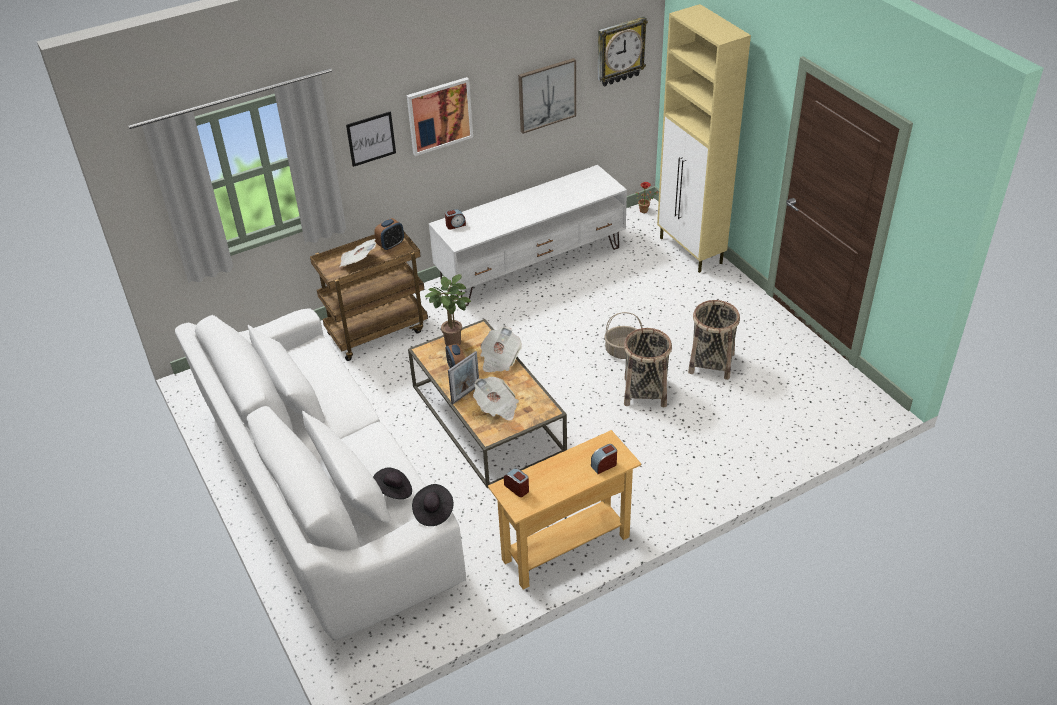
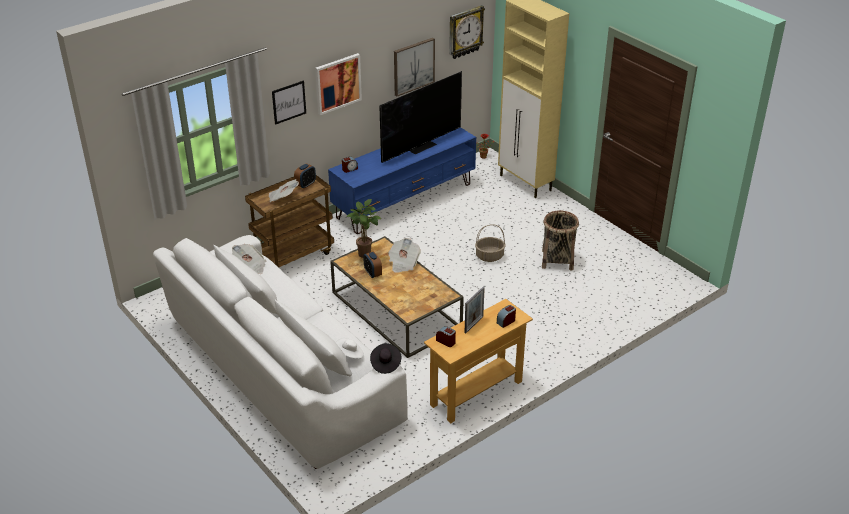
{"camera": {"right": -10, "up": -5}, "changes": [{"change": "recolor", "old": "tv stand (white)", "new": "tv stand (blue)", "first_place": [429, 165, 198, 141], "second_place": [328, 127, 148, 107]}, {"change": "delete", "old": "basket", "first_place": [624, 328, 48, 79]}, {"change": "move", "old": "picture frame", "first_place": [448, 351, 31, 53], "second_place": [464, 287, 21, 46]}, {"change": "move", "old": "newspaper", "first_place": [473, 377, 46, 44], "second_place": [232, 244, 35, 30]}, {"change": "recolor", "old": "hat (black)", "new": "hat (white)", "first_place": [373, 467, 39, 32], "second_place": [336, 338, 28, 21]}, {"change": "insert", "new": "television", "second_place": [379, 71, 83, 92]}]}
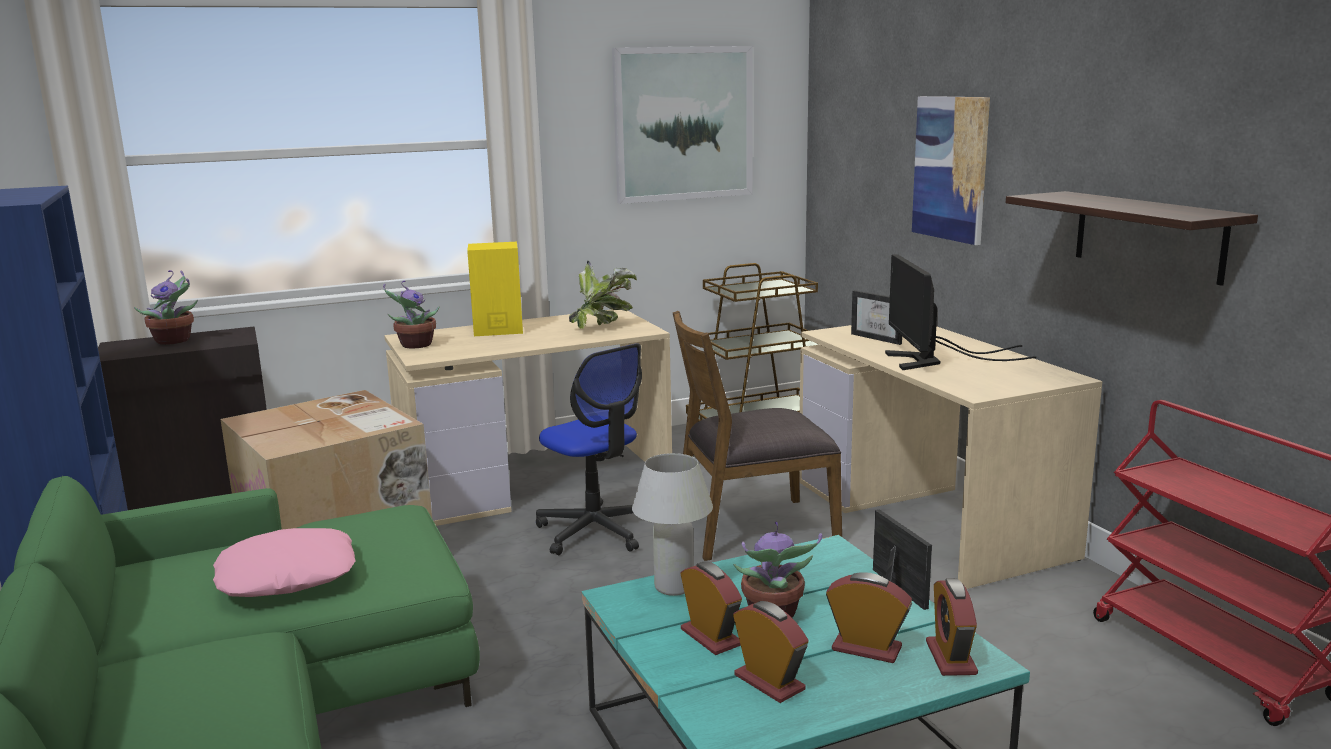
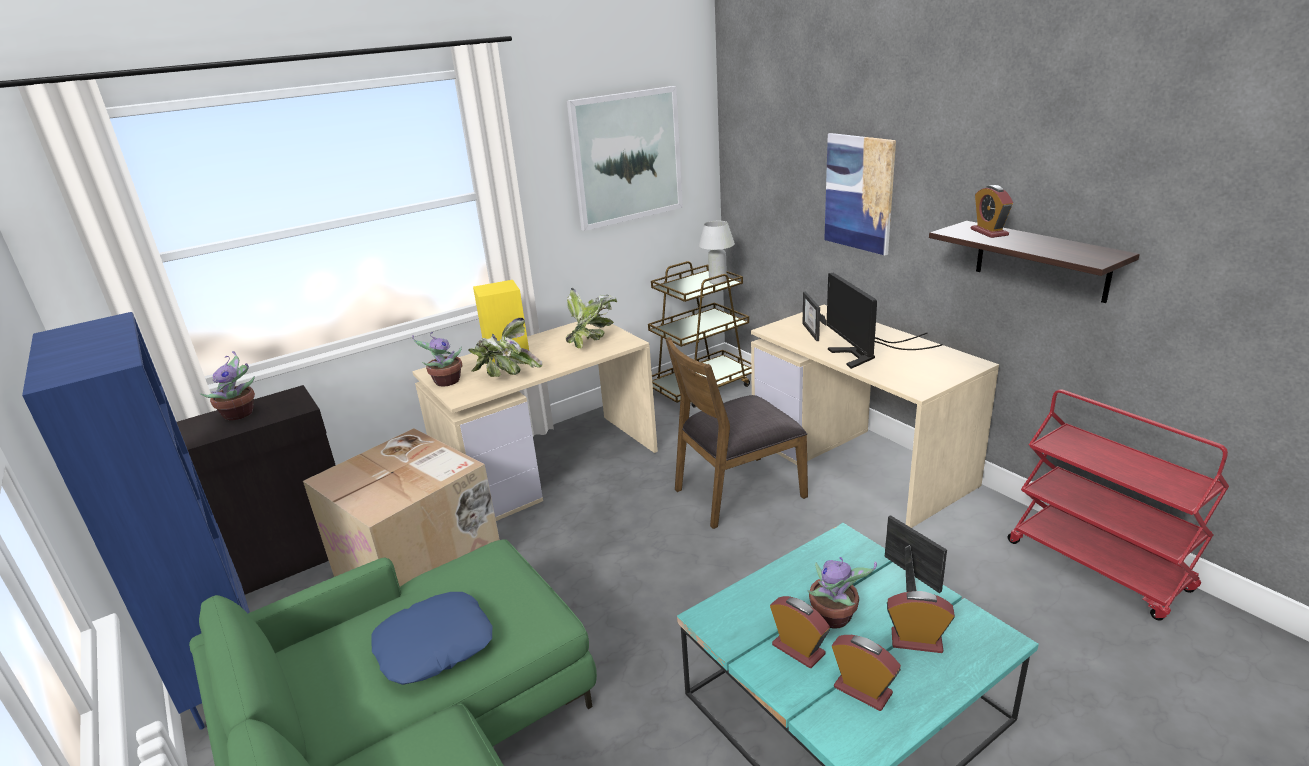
{"camera": {"right": -10, "up": 10}, "changes": [{"change": "rotate", "old": "picture frame", "first_place": [851, 290, 51, 55], "second_place": [803, 292, 23, 49], "degrees": 45}, {"change": "delete", "old": "office chair", "first_place": [536, 343, 106, 212]}, {"change": "move", "old": "table lamp (white)", "first_place": [632, 453, 81, 143], "second_place": [699, 221, 36, 63]}, {"change": "recolor", "old": "pillow (pink)", "new": "pillow (blue)", "first_place": [213, 528, 142, 69], "second_place": [372, 592, 120, 93]}, {"change": "move", "old": "alarm clock", "first_place": [926, 578, 52, 98], "second_place": [971, 185, 42, 53]}, {"change": "insert", "new": "potted plant", "second_place": [469, 317, 74, 60]}]}
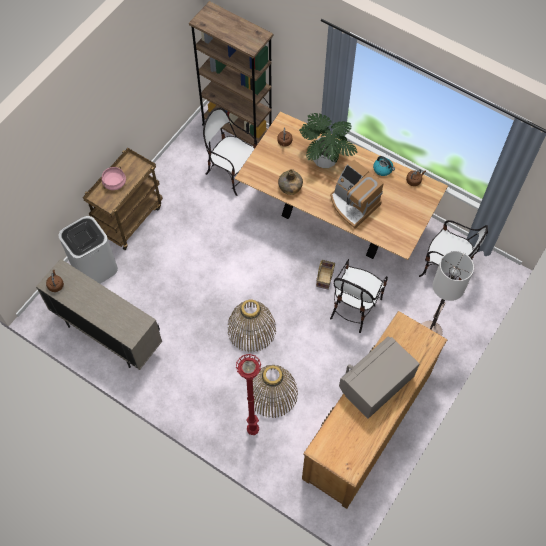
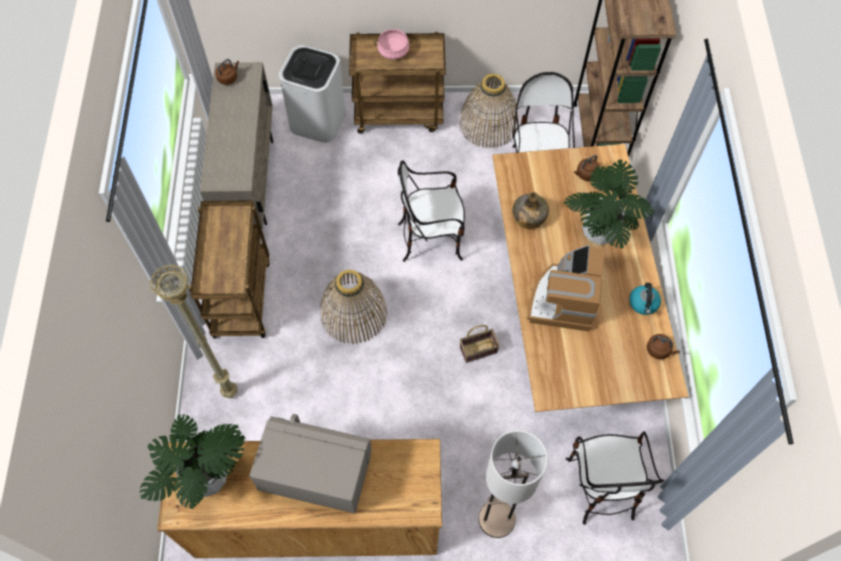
{"camera": {"right": 55, "up": 0}, "changes": [{"change": "move", "old": "chair", "first_place": [330, 259, 58, 74], "second_place": [398, 160, 67, 102]}, {"change": "recolor", "old": "floor lamp (red)", "new": "floor lamp (beige)", "first_place": [236, 354, 26, 81], "second_place": [150, 264, 87, 134]}, {"change": "move", "old": "basket", "first_place": [247, 364, 51, 54], "second_place": [459, 74, 60, 75]}, {"change": "insert", "new": "cart (brown)", "second_place": [188, 200, 81, 139]}, {"change": "insert", "new": "potted plant", "second_place": [140, 414, 106, 95]}]}
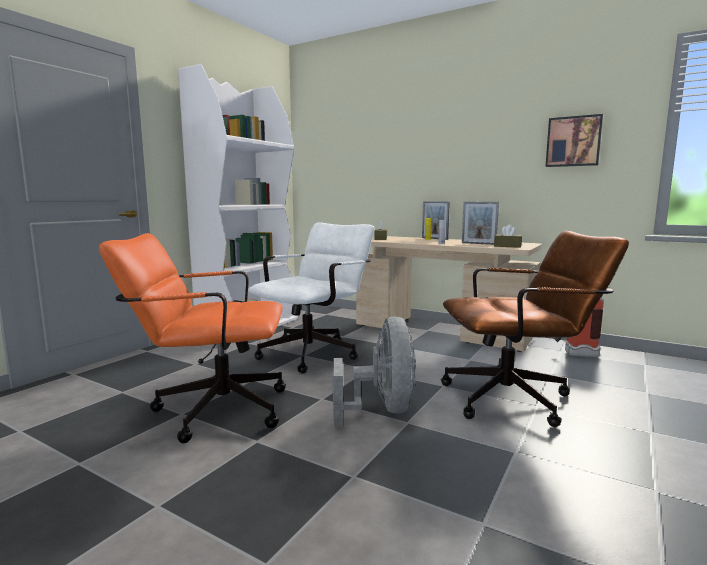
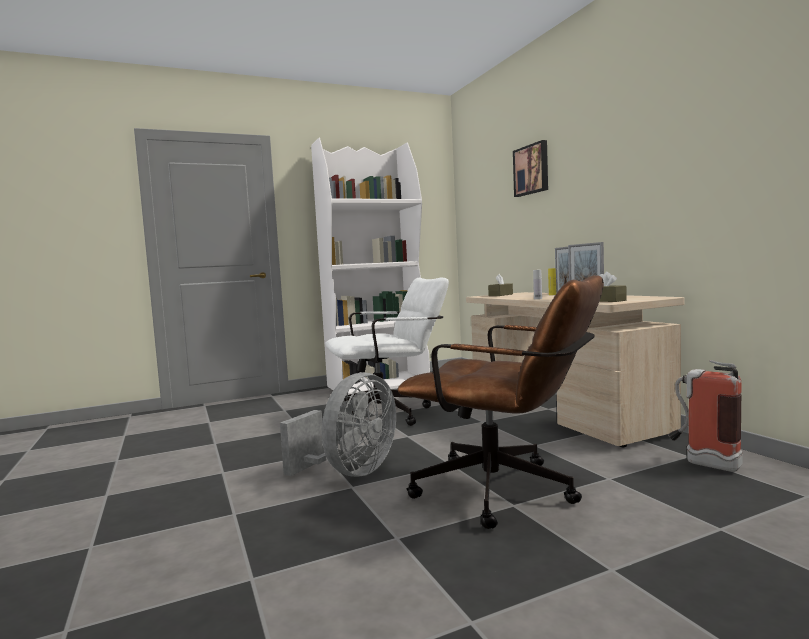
{"camera": {"right": 35, "up": -5}, "changes": [{"change": "move", "old": "picture", "first_place": [545, 114, 58, 53], "second_place": [513, 140, 35, 57]}, {"change": "delete", "old": "office chair (orange)", "first_place": [99, 233, 187, 210]}]}
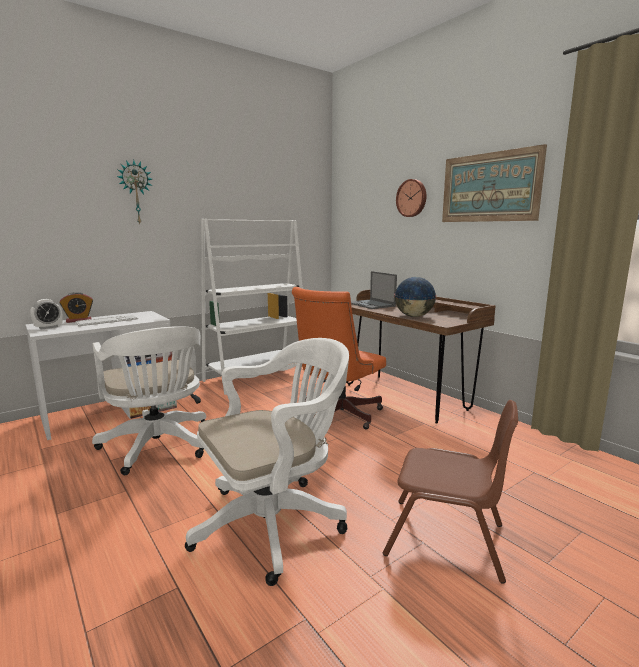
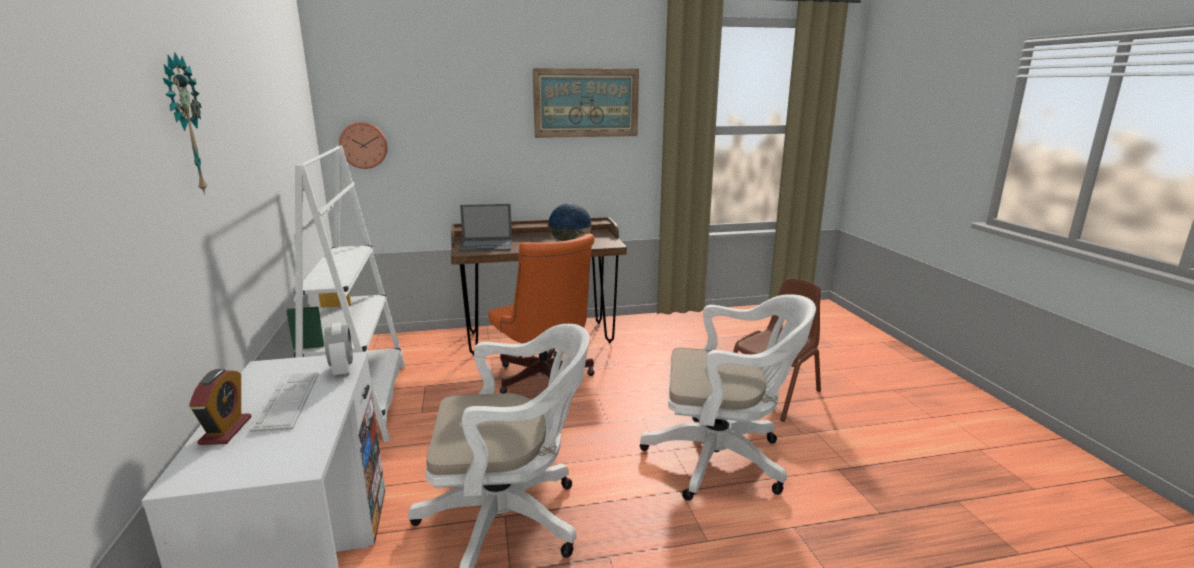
{"camera": {"right": -65, "up": 5}, "changes": [{"change": "move", "old": "wall clock", "first_place": [396, 179, 31, 38], "second_place": [339, 122, 49, 47]}, {"change": "move", "old": "alarm clock", "first_place": [30, 299, 33, 31], "second_place": [324, 323, 29, 55]}, {"change": "rotate", "old": "office chair (white)", "first_place": [185, 338, 164, 248], "second_place": [640, 294, 176, 207], "degrees": 105}]}
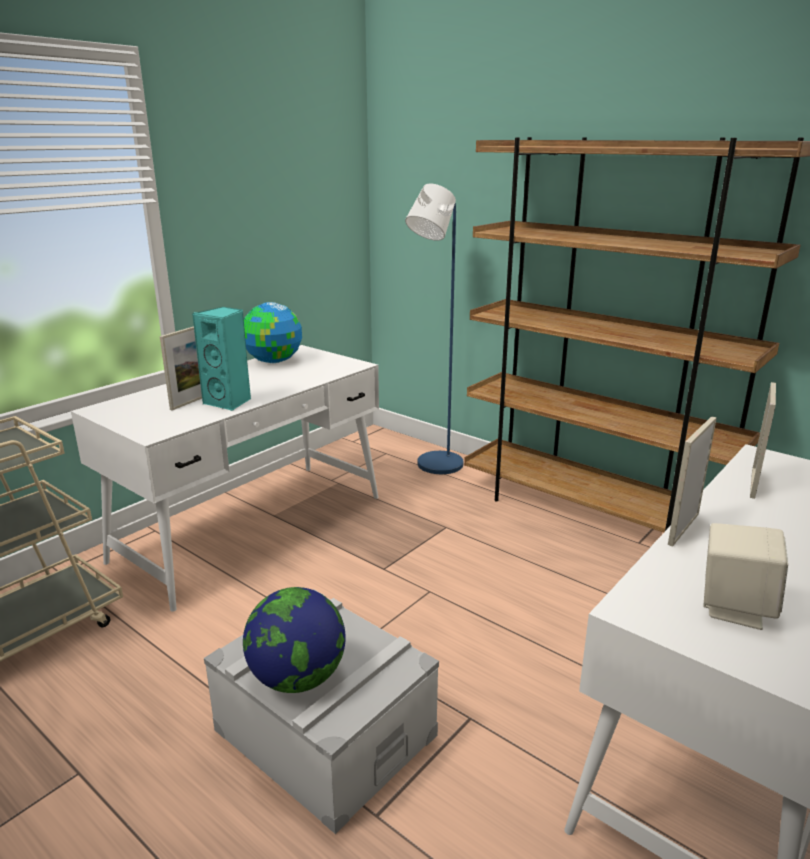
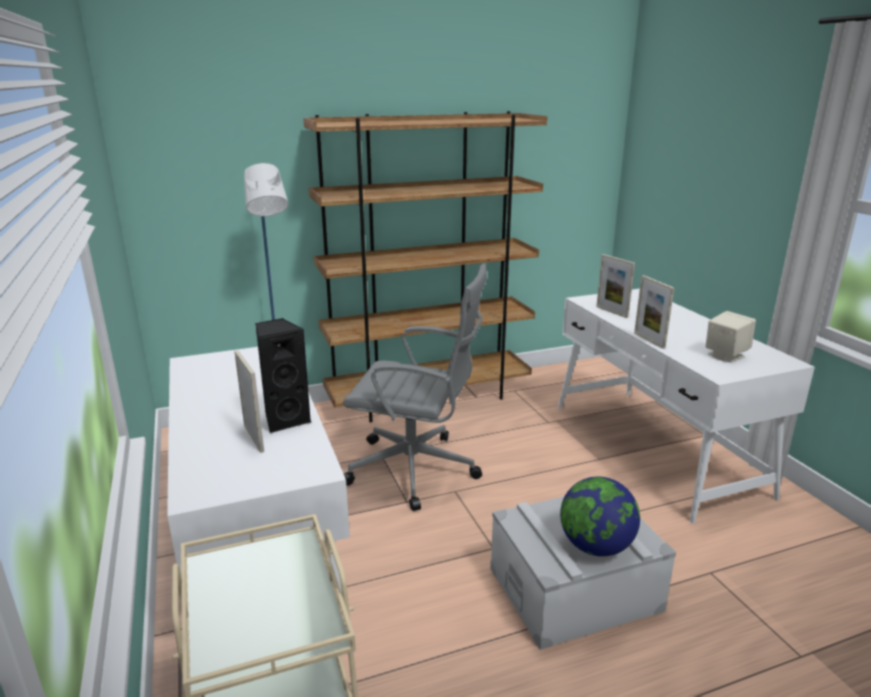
{"camera": {"right": -60, "up": 0}, "changes": [{"change": "delete", "old": "globe", "first_place": [244, 302, 58, 61]}, {"change": "recolor", "old": "speaker (turquoise)", "new": "speaker (black)", "first_place": [192, 307, 59, 104], "second_place": [255, 318, 57, 115]}, {"change": "insert", "new": "office chair (grey)", "second_place": [343, 264, 144, 247]}]}
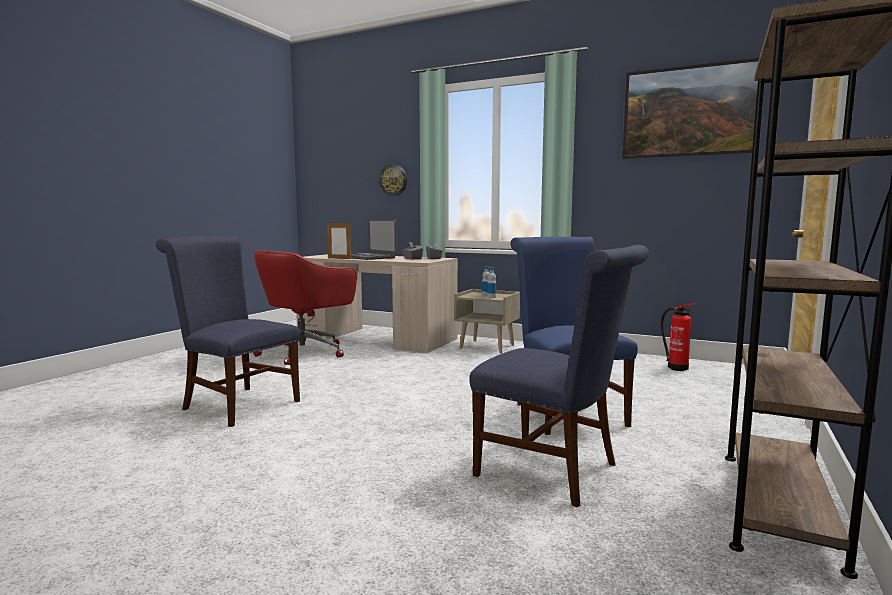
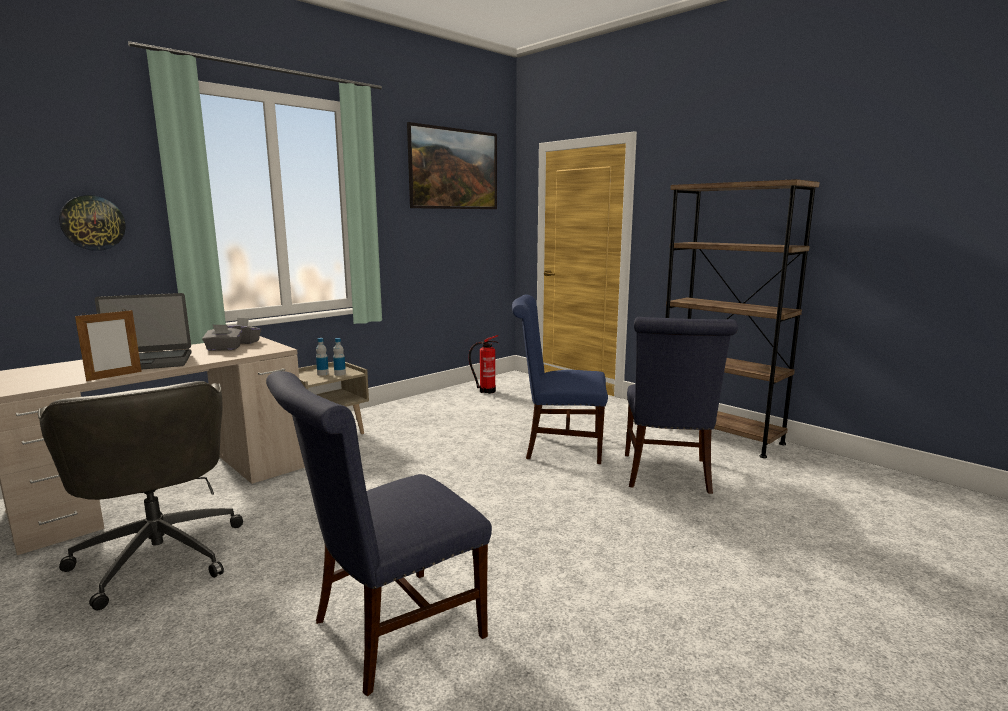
{"camera": {"right": -70, "up": 5}, "changes": [{"change": "rotate", "old": "chair (blue)", "first_place": [469, 245, 180, 263], "second_place": [625, 317, 113, 177], "degrees": 135}, {"change": "recolor", "old": "office chair (red)", "new": "office chair (grey)", "first_place": [253, 250, 104, 115], "second_place": [38, 381, 205, 229]}]}
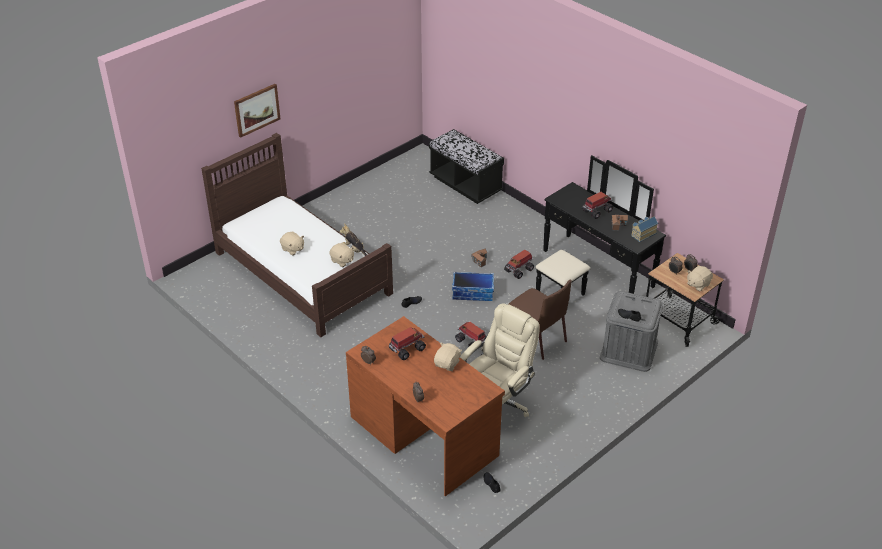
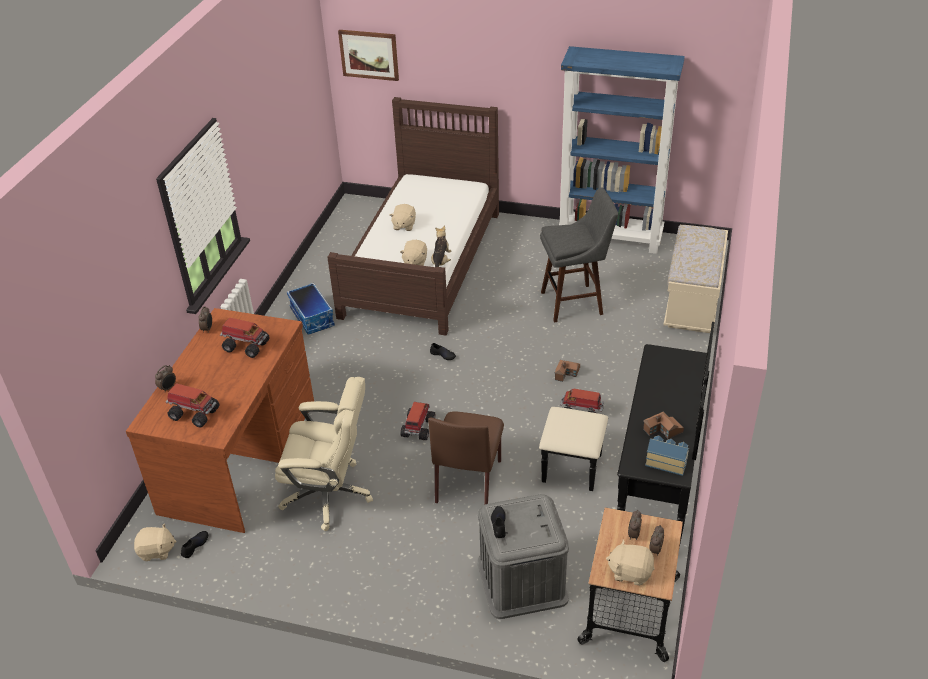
{"camera": {"right": 60, "up": 0}, "changes": [{"change": "move", "old": "picture", "first_place": [234, 84, 46, 54], "second_place": [338, 30, 61, 51]}, {"change": "recolor", "old": "bench (black)", "new": "bench (beige)", "first_place": [429, 129, 75, 75], "second_place": [664, 225, 64, 108]}, {"change": "move", "old": "toy truck", "first_place": [582, 192, 31, 27], "second_place": [166, 383, 54, 45]}, {"change": "move", "old": "storage box", "first_place": [452, 272, 42, 29], "second_place": [287, 283, 48, 52]}, {"change": "move", "old": "plush toy (beige)", "first_place": [434, 342, 28, 29], "second_place": [134, 523, 43, 38]}, {"change": "insert", "new": "bookcase (blue)", "second_place": [559, 46, 126, 208]}, {"change": "insert", "new": "stool (grey)", "second_place": [540, 187, 78, 136]}]}
